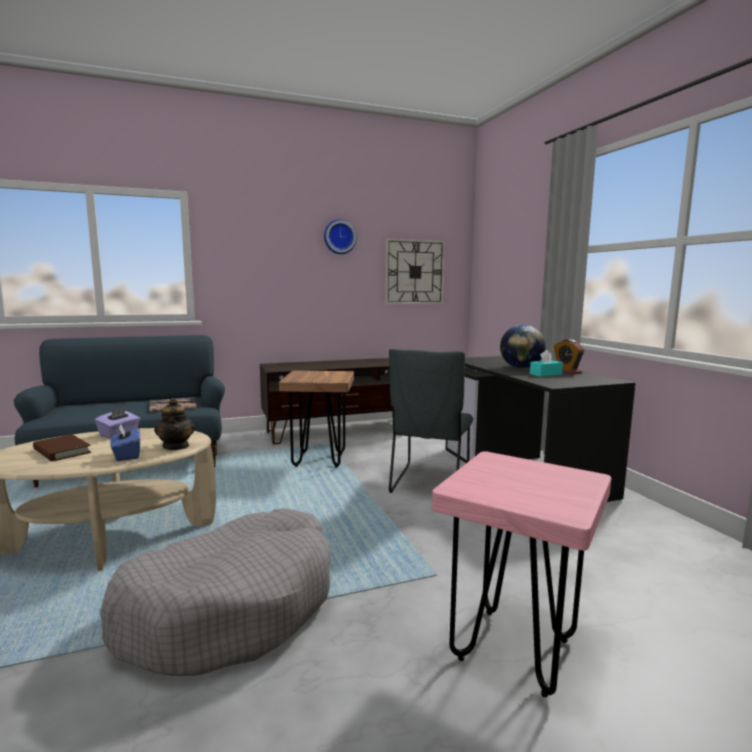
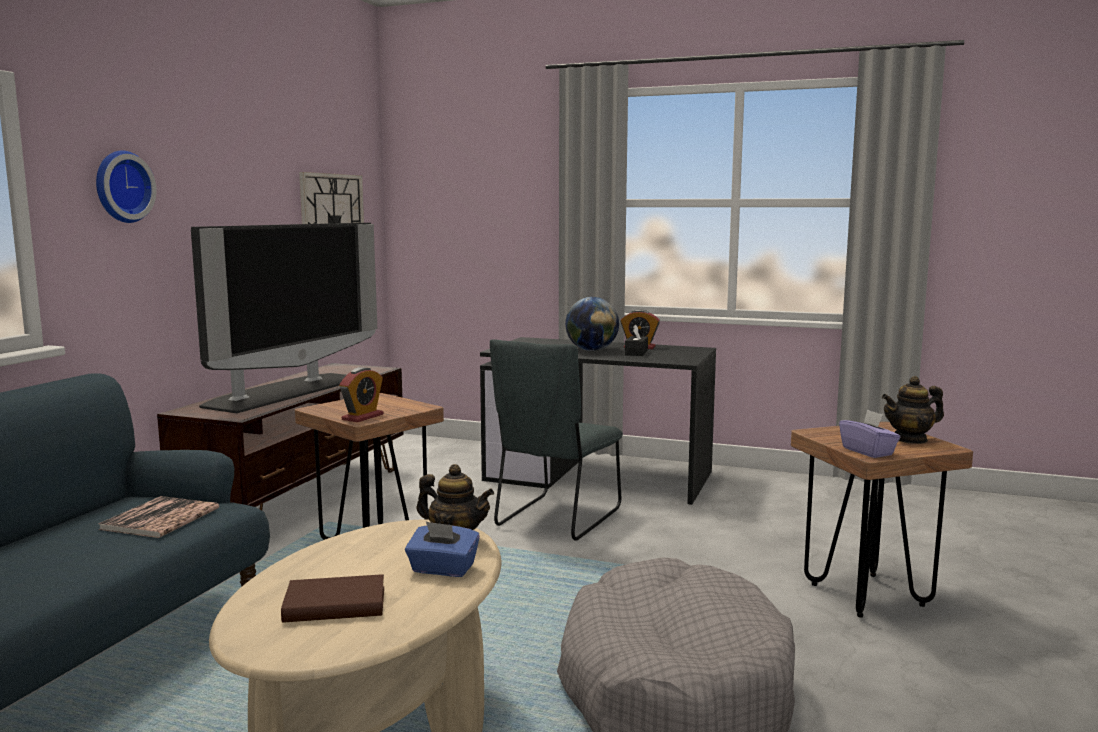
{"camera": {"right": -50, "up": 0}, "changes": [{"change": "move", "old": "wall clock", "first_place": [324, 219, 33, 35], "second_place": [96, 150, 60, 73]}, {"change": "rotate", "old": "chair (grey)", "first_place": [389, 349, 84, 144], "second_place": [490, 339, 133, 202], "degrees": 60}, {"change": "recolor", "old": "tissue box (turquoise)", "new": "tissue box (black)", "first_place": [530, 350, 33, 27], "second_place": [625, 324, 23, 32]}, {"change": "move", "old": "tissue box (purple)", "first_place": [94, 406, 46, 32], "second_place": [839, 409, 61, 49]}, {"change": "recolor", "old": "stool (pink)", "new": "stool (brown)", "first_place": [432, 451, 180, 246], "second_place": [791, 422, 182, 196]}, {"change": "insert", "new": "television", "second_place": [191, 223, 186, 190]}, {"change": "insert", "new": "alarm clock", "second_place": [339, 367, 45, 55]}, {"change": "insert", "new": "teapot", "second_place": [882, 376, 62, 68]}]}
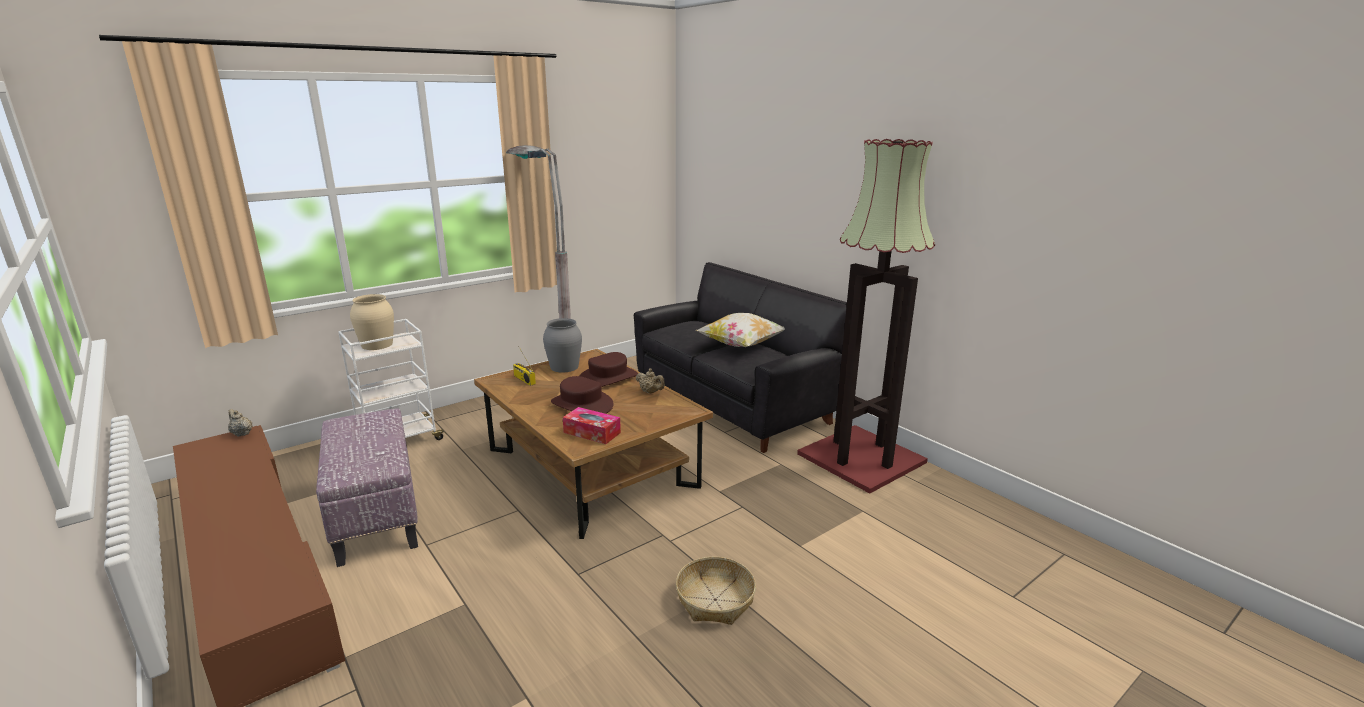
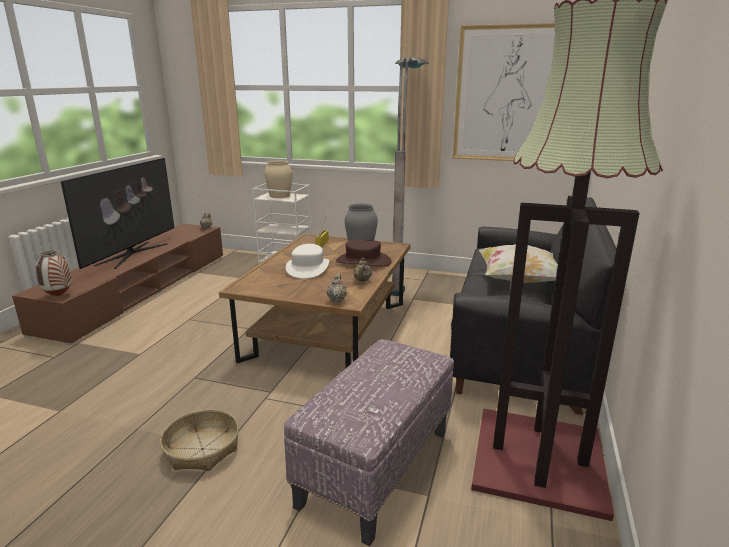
{"camera": {"right": 55, "up": 0}, "changes": [{"change": "recolor", "old": "hat (brown)", "new": "hat (white)", "first_place": [551, 376, 63, 38], "second_place": [286, 244, 44, 35]}, {"change": "delete", "old": "tissue box", "first_place": [563, 407, 58, 37]}, {"change": "move", "old": "ottoman", "first_place": [316, 408, 102, 159], "second_place": [284, 339, 170, 207]}, {"change": "insert", "new": "picture", "second_place": [453, 23, 102, 138]}, {"change": "insert", "new": "television", "second_place": [61, 158, 113, 111]}, {"change": "insert", "new": "vase", "second_place": [35, 251, 37, 45]}, {"change": "insert", "new": "teapot (beige)", "second_place": [327, 273, 20, 29]}]}
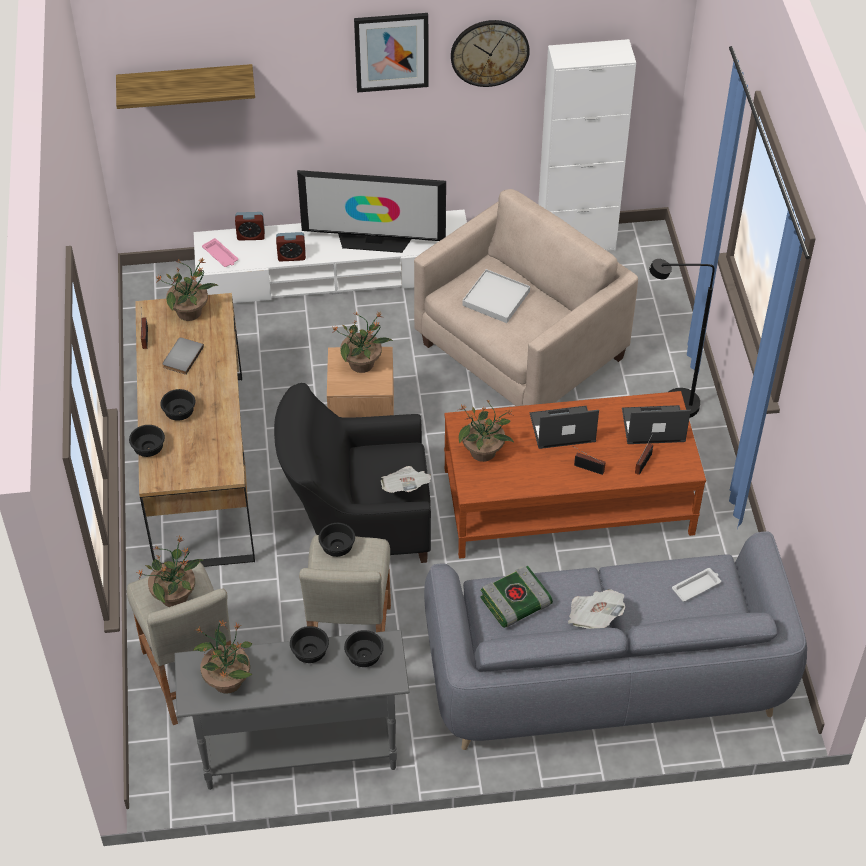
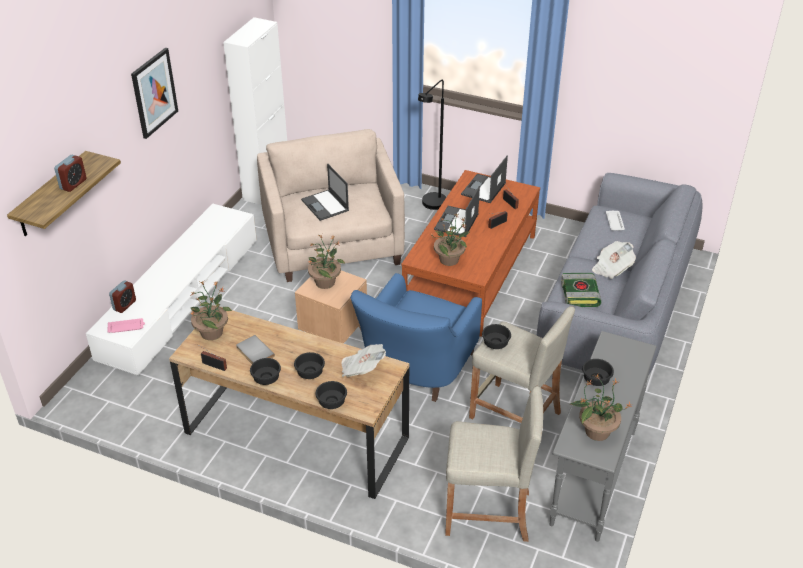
{"camera": {"right": -60, "up": -10}, "changes": [{"change": "delete", "old": "wall clock", "first_place": [451, 20, 79, 67]}, {"change": "delete", "old": "television", "first_place": [297, 170, 149, 83]}, {"change": "move", "old": "alarm clock", "first_place": [276, 232, 30, 30], "second_place": [54, 155, 33, 37]}, {"change": "replace", "old": "tray (white)", "new": "laptop", "first_place": [462, 269, 68, 54], "second_place": [301, 163, 48, 58]}, {"change": "recolor", "old": "armchair (black)", "new": "armchair (blue)", "first_place": [274, 383, 157, 180], "second_place": [350, 273, 132, 129]}, {"change": "move", "old": "newspaper", "first_place": [381, 466, 51, 27], "second_place": [342, 344, 44, 33]}, {"change": "delete", "old": "potted plant", "first_place": [137, 535, 66, 72]}, {"change": "move", "old": "bowl (black)", "first_place": [344, 630, 40, 37], "second_place": [250, 358, 31, 27]}]}
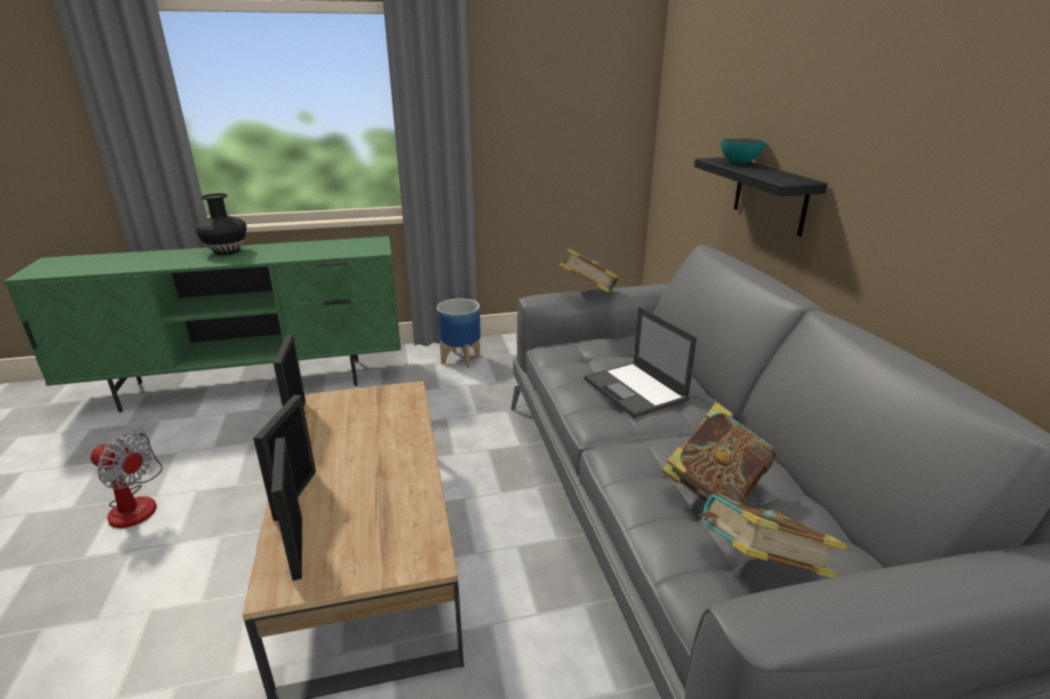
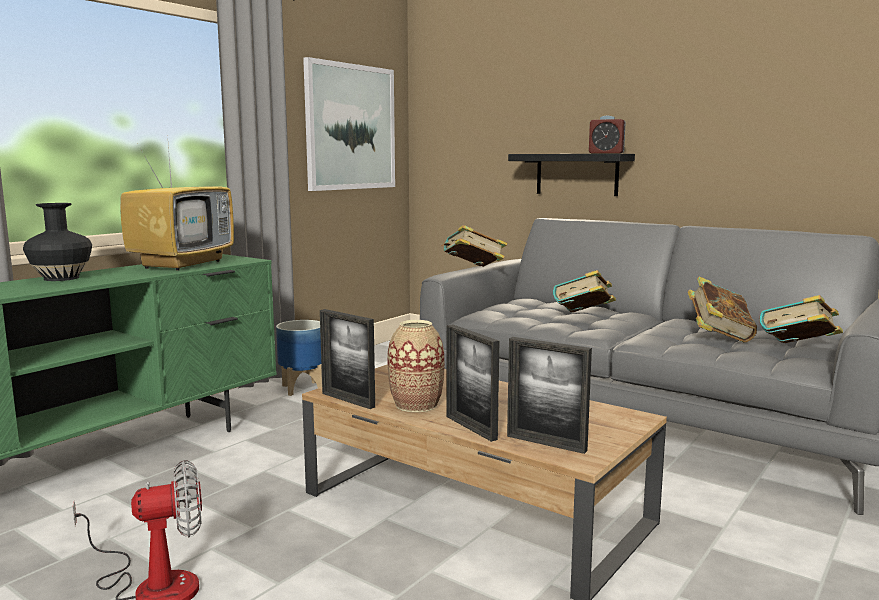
{"camera": {"right": -40, "up": -15}, "changes": [{"change": "delete", "old": "bowl", "first_place": [720, 138, 46, 26]}, {"change": "replace", "old": "laptop", "new": "book", "first_place": [584, 307, 113, 111], "second_place": [553, 270, 63, 42]}, {"change": "insert", "new": "picture", "second_place": [303, 57, 92, 134]}, {"change": "insert", "new": "alarm clock", "second_place": [589, 116, 37, 38]}, {"change": "insert", "new": "television", "second_place": [120, 134, 114, 137]}, {"change": "insert", "new": "vase", "second_place": [388, 320, 56, 92]}]}
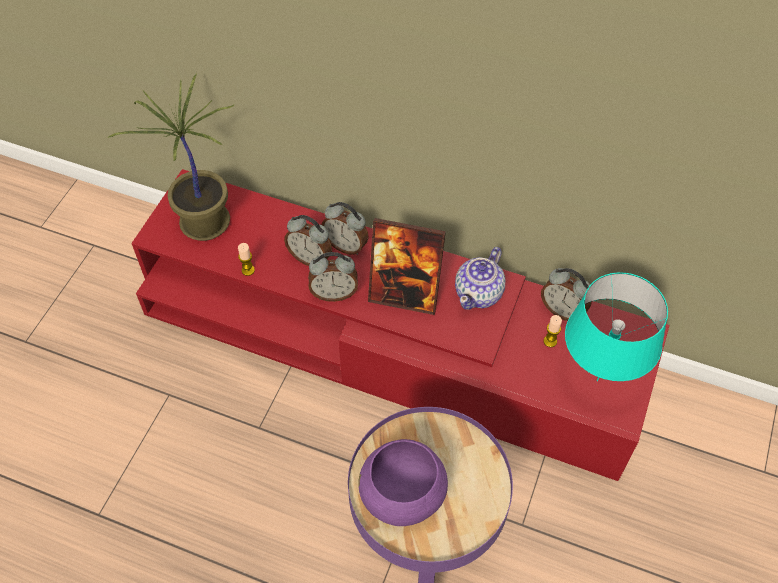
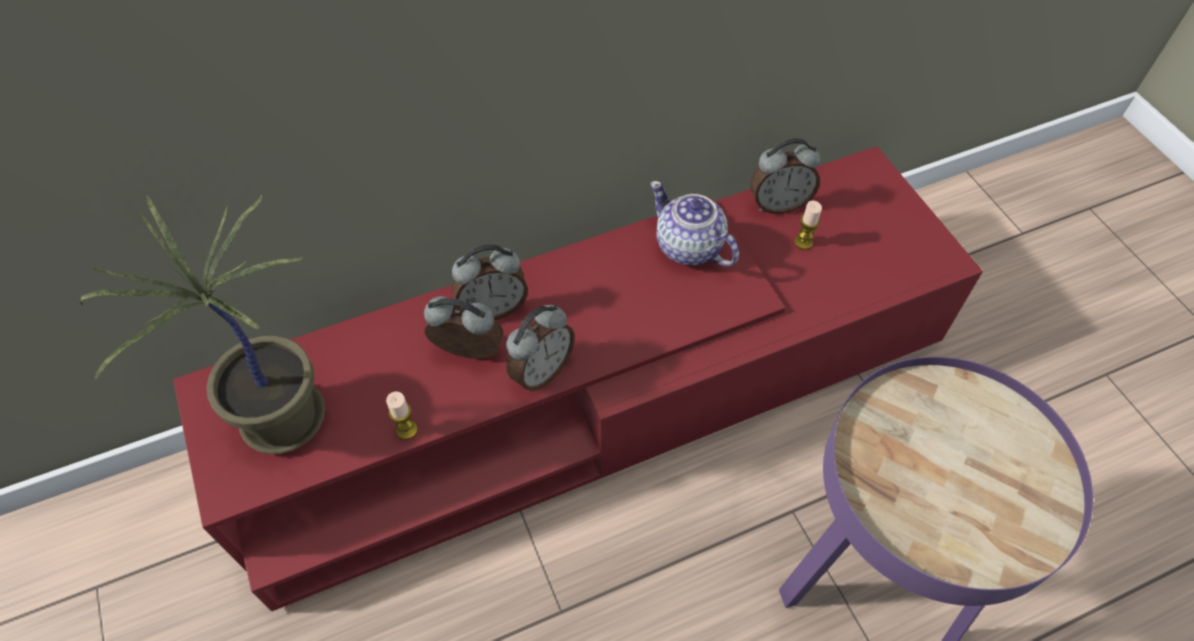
{"camera": {"right": -45, "up": 0}, "changes": [{"change": "rotate", "old": "alarm clock", "first_place": [284, 215, 48, 51], "second_place": [424, 296, 79, 63], "degrees": -150}, {"change": "delete", "old": "picture frame", "first_place": [368, 218, 78, 97]}, {"change": "rotate", "old": "teapot", "first_place": [455, 247, 51, 63], "second_place": [650, 181, 89, 86], "degrees": 150}, {"change": "delete", "old": "table lamp (turquoise)", "first_place": [565, 272, 103, 109]}, {"change": "delete", "old": "bowl (purple)", "first_place": [358, 439, 90, 87]}]}
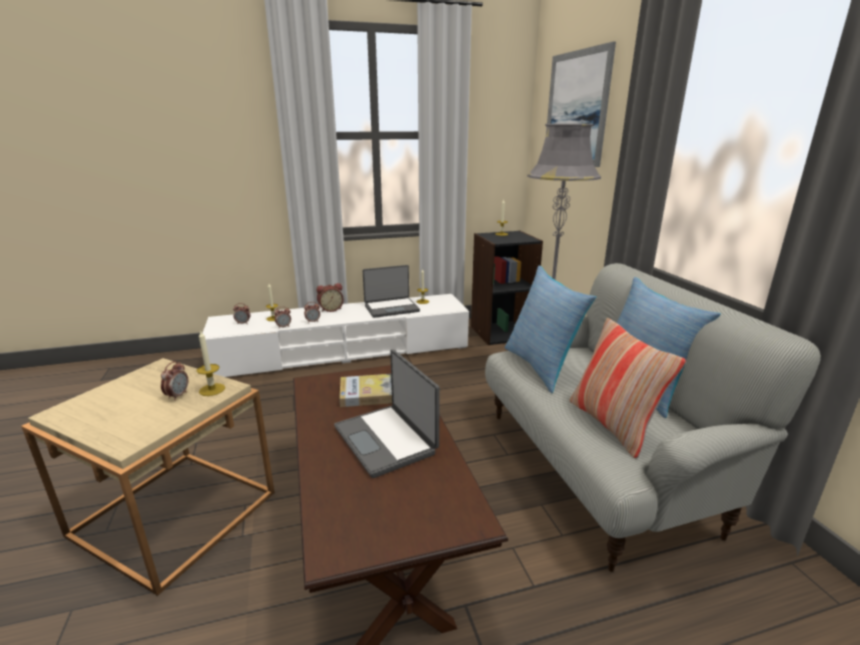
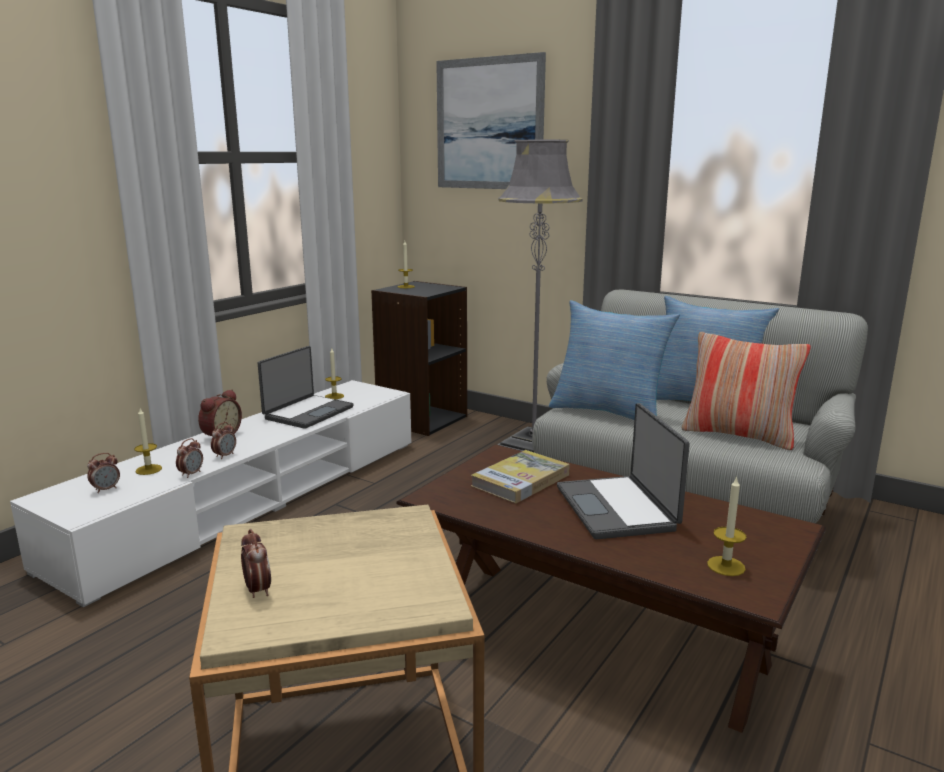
{"camera": {"right": -40, "up": -5}, "changes": [{"change": "move", "old": "candle", "first_place": [197, 330, 28, 66], "second_place": [707, 476, 40, 100]}, {"change": "rotate", "old": "laptop", "first_place": [334, 350, 106, 128], "second_place": [557, 403, 133, 136], "degrees": 60}, {"change": "move", "old": "alarm clock", "first_place": [161, 361, 27, 40], "second_place": [241, 529, 30, 69]}]}
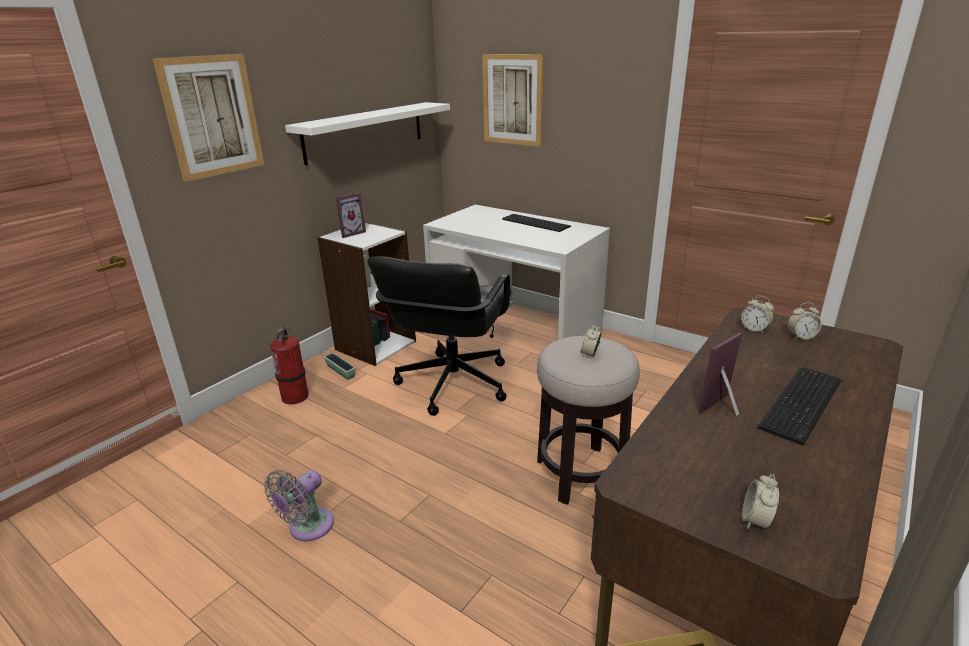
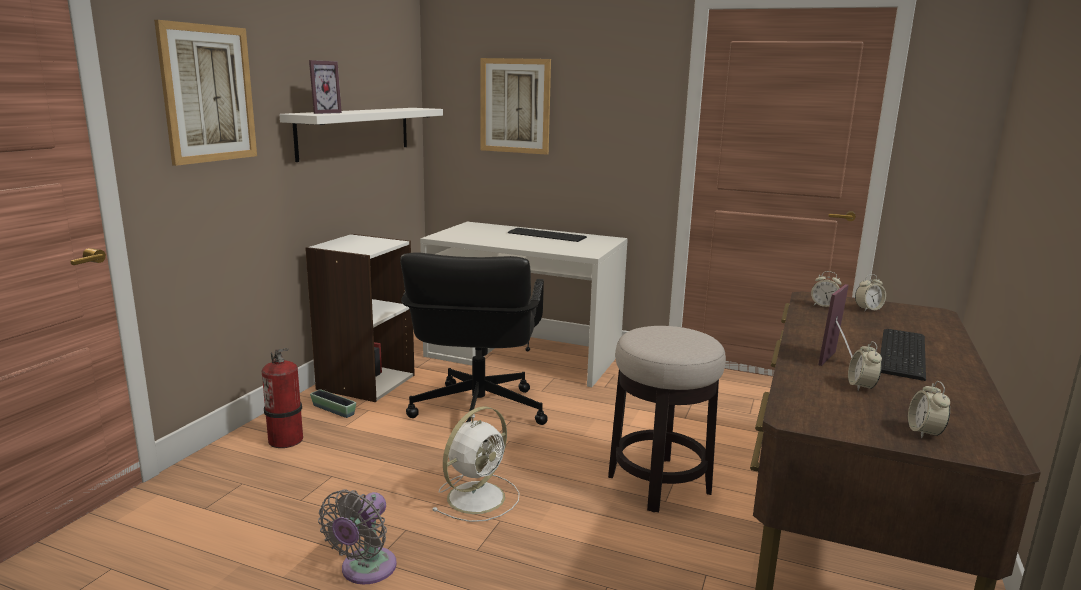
{"camera": {"right": -15, "up": -10}, "changes": [{"change": "move", "old": "picture frame", "first_place": [336, 193, 30, 45], "second_place": [309, 60, 33, 54]}, {"change": "move", "old": "alarm clock", "first_place": [581, 323, 21, 35], "second_place": [848, 341, 34, 50]}, {"change": "insert", "new": "fan (white)", "second_place": [433, 406, 87, 116]}]}
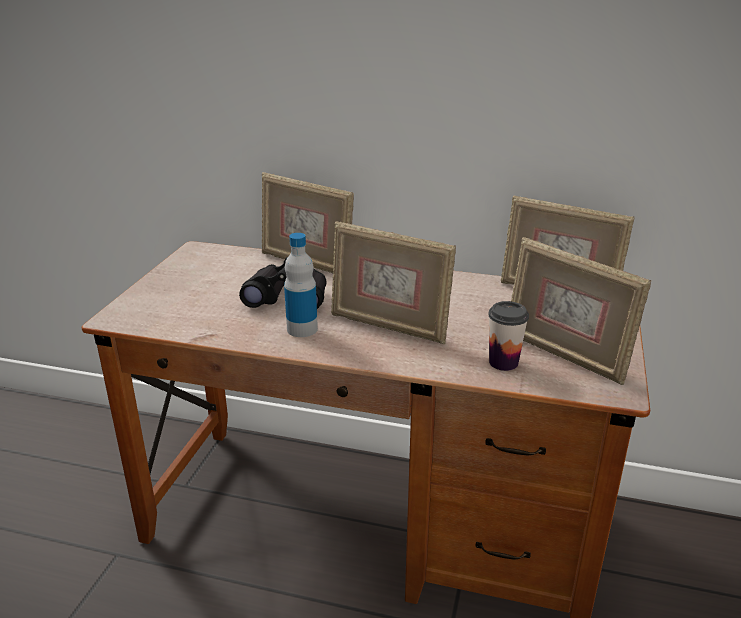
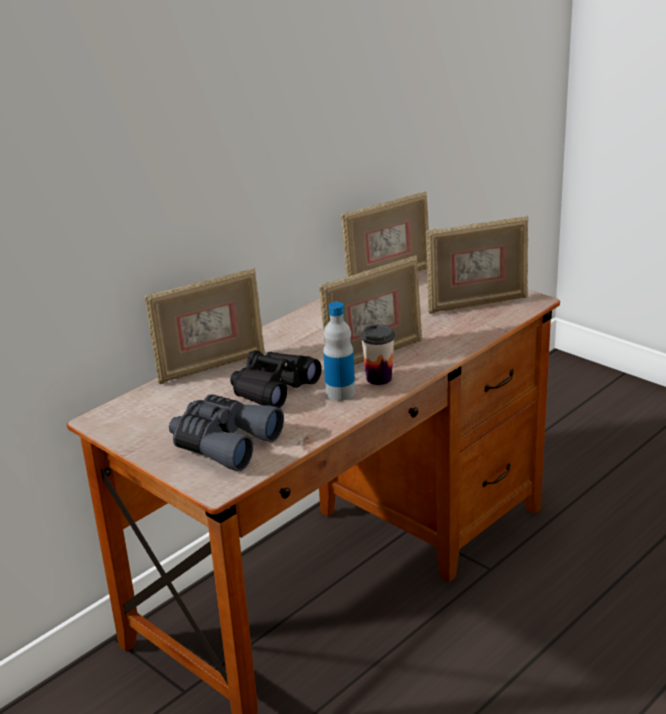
{"camera": {"right": -60, "up": 0}, "changes": [{"change": "move", "old": "cup", "first_place": [488, 301, 41, 70], "second_place": [361, 324, 34, 61]}, {"change": "insert", "new": "binoculars (grey)", "second_place": [169, 394, 115, 77]}]}
